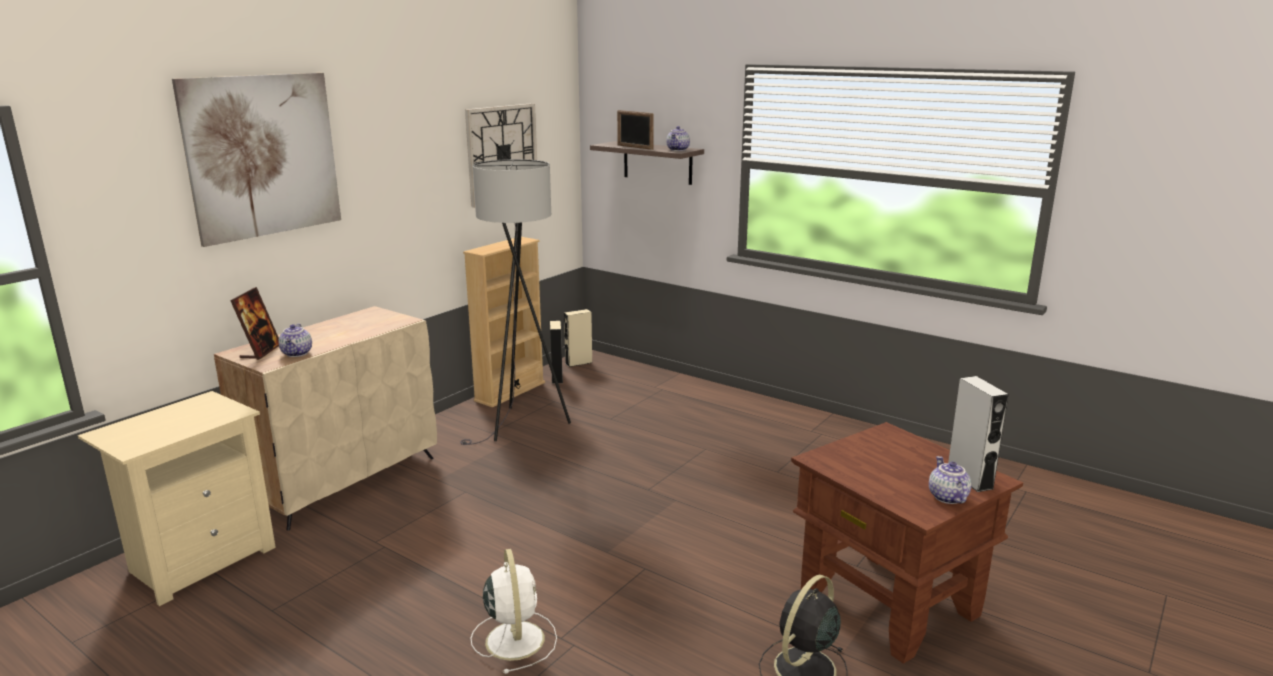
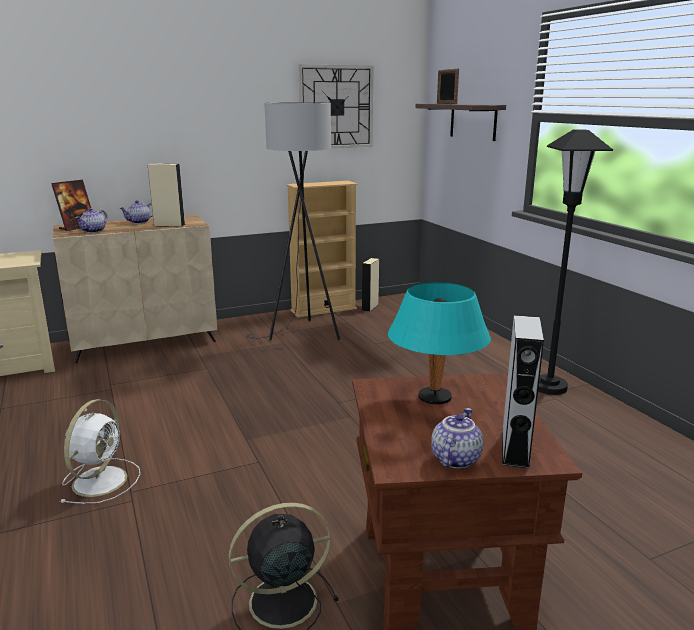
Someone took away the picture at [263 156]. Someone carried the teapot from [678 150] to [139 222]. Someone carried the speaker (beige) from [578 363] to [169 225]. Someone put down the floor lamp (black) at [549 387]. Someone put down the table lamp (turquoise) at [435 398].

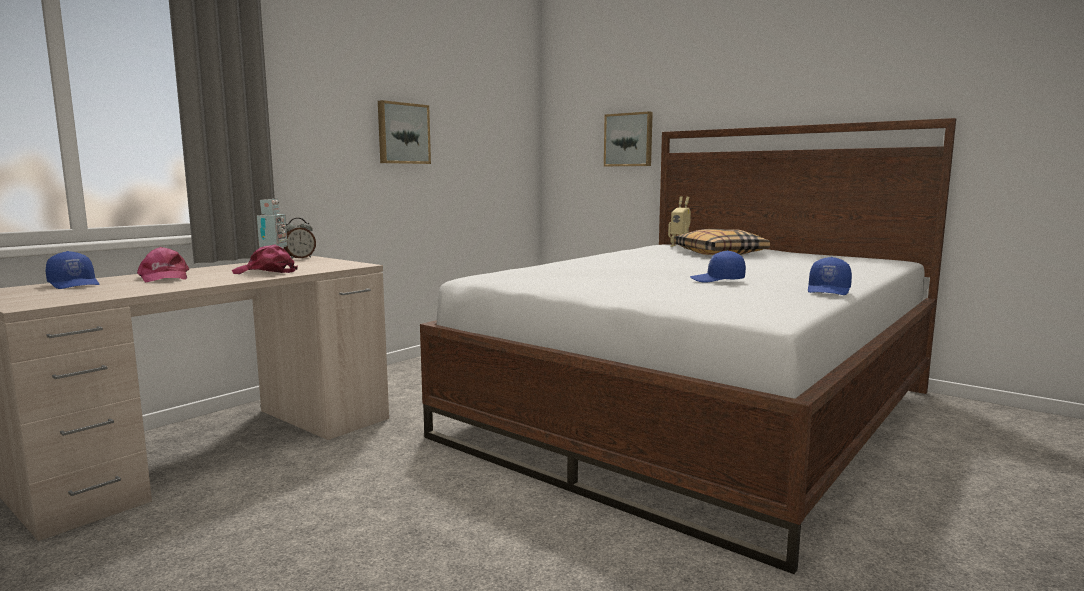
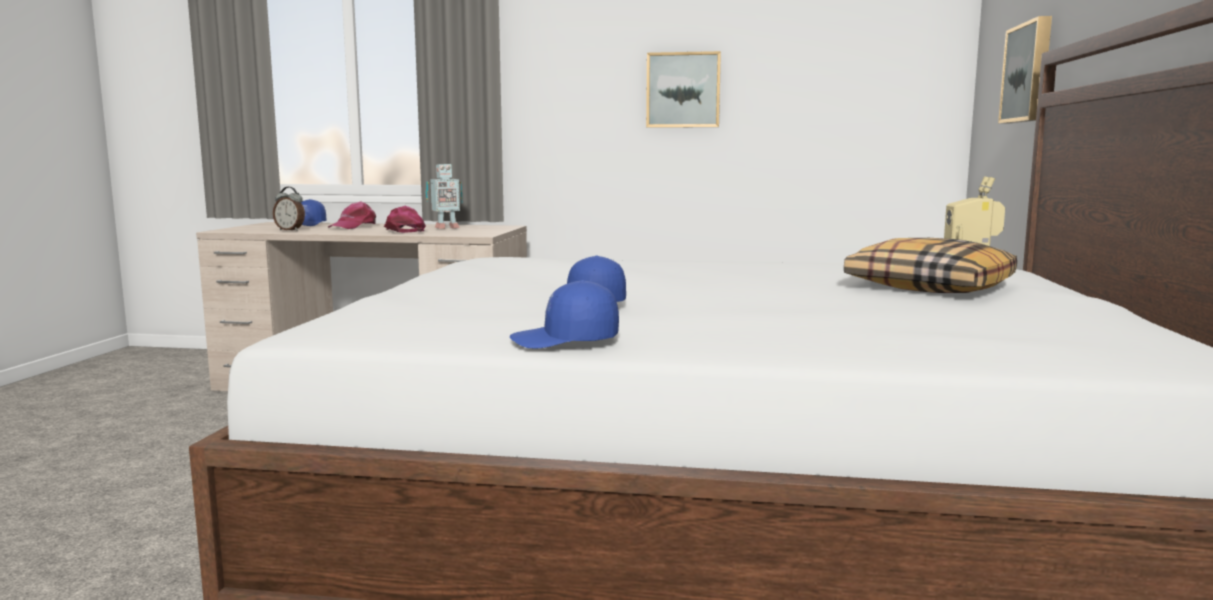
Someone carried the alarm clock from [300 258] to [290 230].

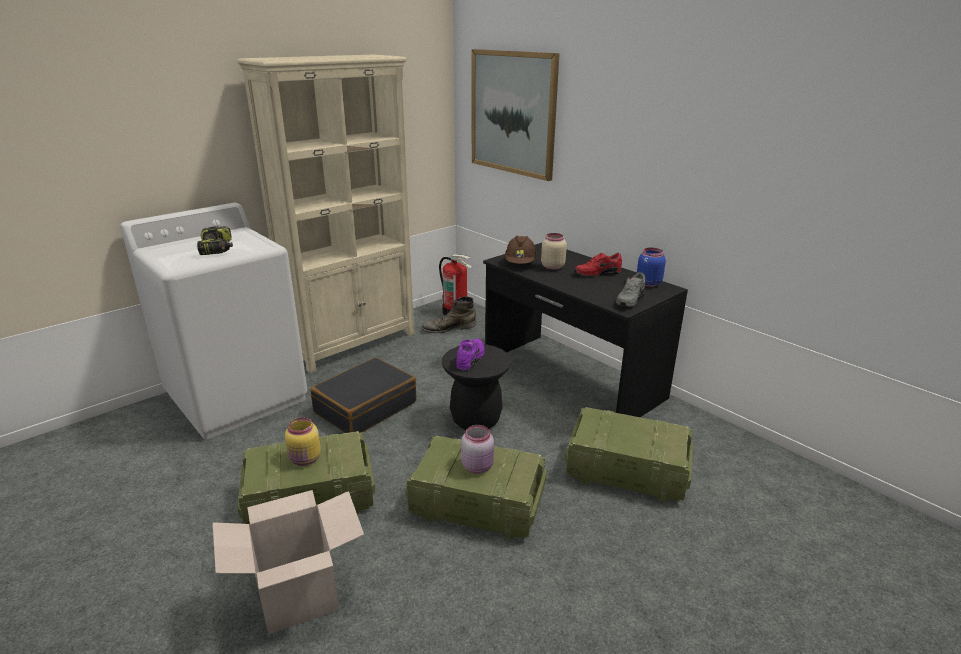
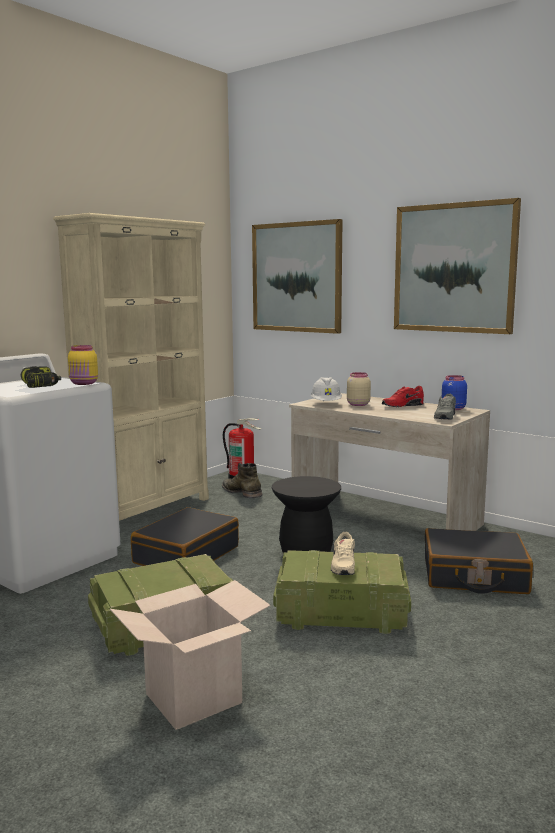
Someone repainted the hard hat (brown) at [520 263], which became the hard hat (white) at [326 404]. Someone repainted the desk (black) at [571 379], which became the desk (beige) at [384 519]. Someone rotated the boot (green) at [448 328] by 75 degrees clockwise. Someone took away the shoe (purple) at [471 359]. Someone swapped the crate at [628 471] for the suitcase (black) at [474 576]. Someone carried the jar (yellow) from [305 459] to [84 383]. Someone swapped the jar (pink) at [478 466] for the shoe (beige) at [342 566]. Someone put up the picture at [454 268].

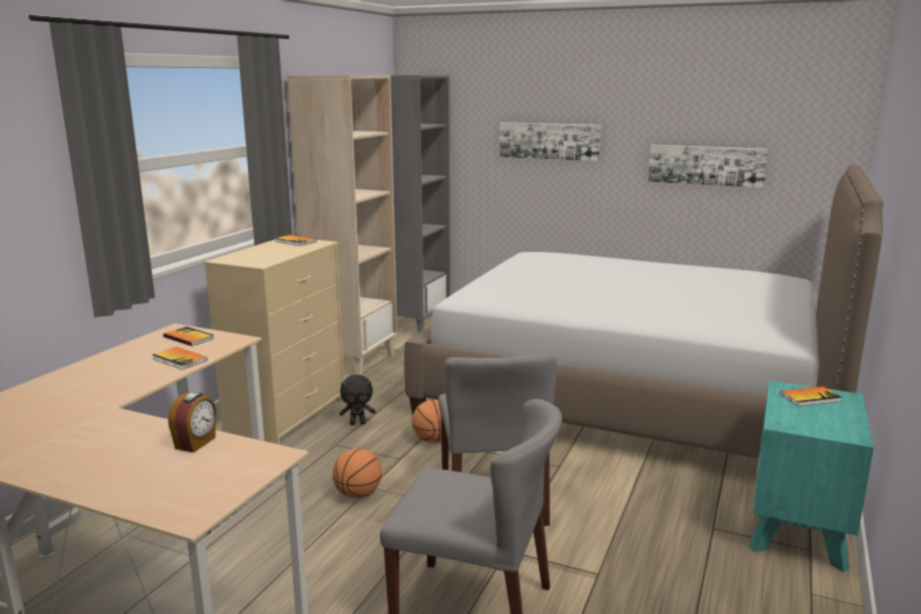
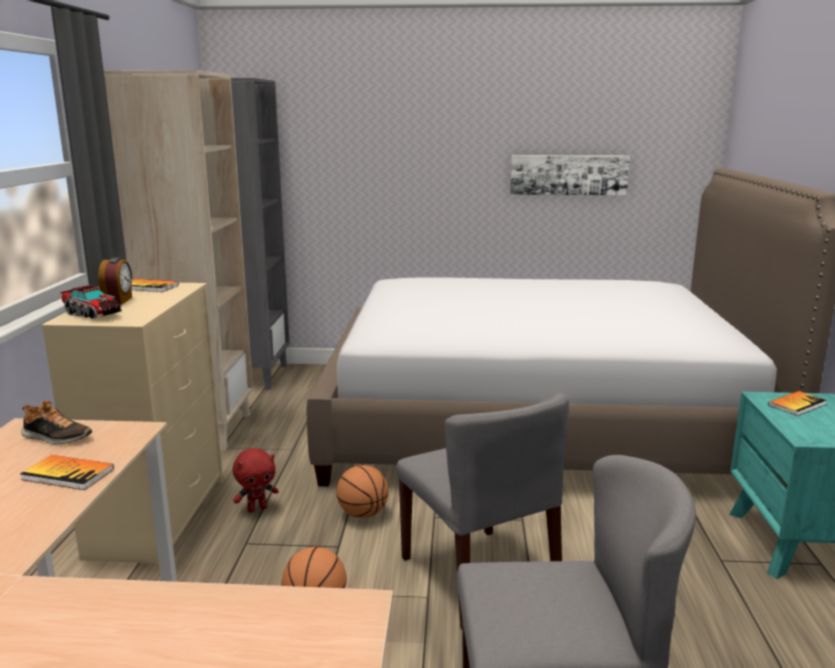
Someone took away the picture at [549 141]. Someone swapped the book at [188 338] for the shoe at [56 438]. Someone repainted the plush toy (black) at [358 423], which became the plush toy (red) at [257 508]. Someone carried the alarm clock from [196 443] to [118 301]. Someone put down the toy truck at [92 314].

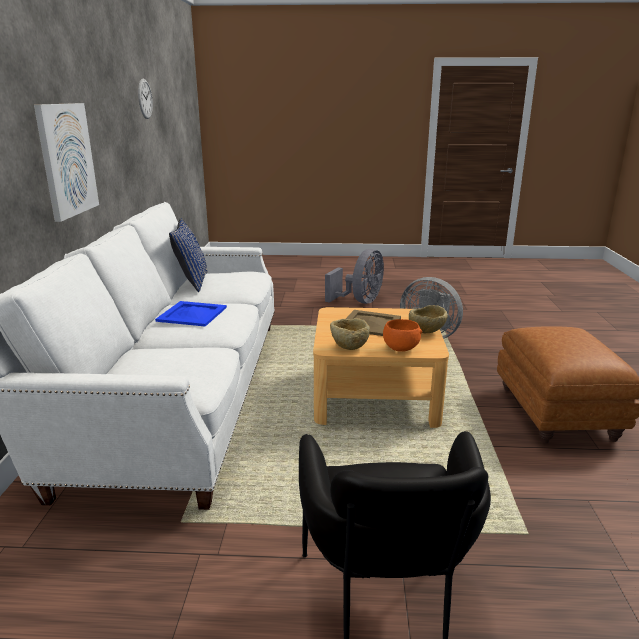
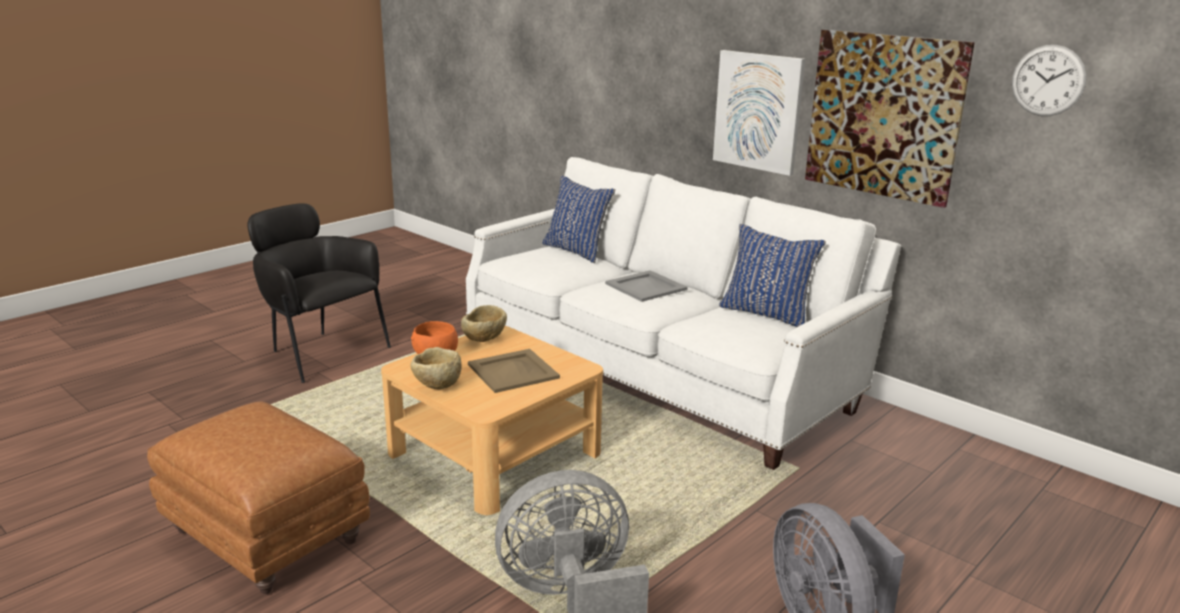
Someone repainted the tray (blue) at [192 314], which became the tray (grey) at [646 286]. Someone put up the picture at [884 116]. Someone put down the pillow (blue) at [577 251].

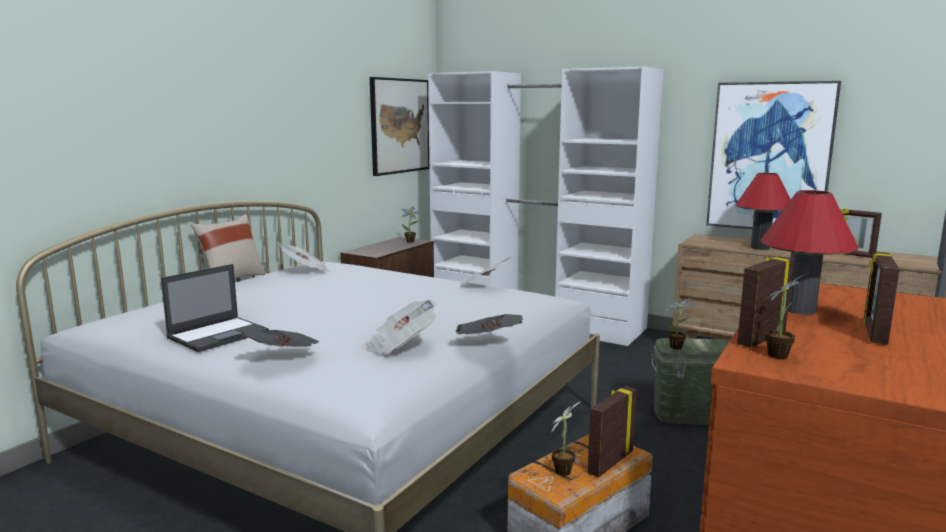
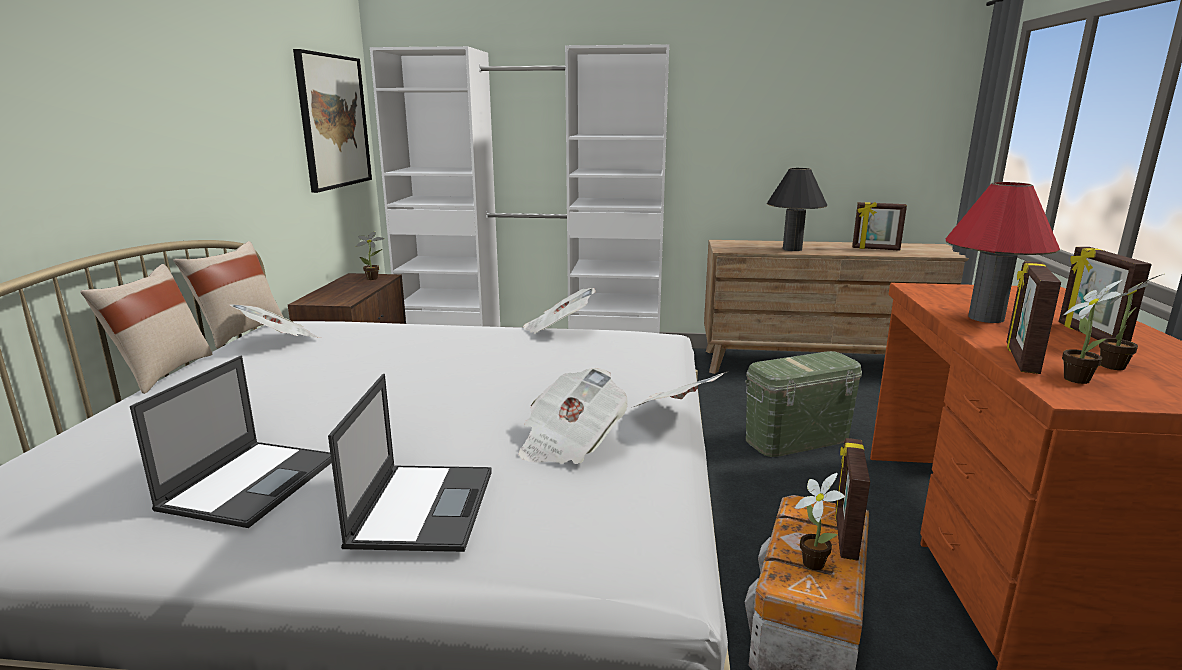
Someone took away the picture at [770 157]. Someone repainted the table lamp (red) at [760 248], which became the table lamp (black) at [792 249]. Someone carried the potted plant from [678 347] to [1115 366]. Someone swapped the newspaper at [285 359] for the laptop at [423 506]. Someone put down the pillow (beige) at [239 332].

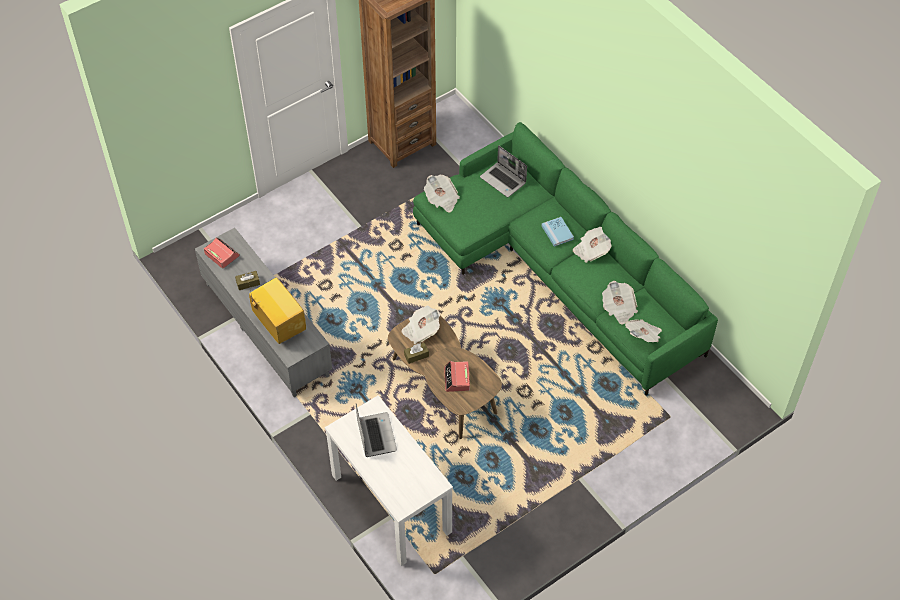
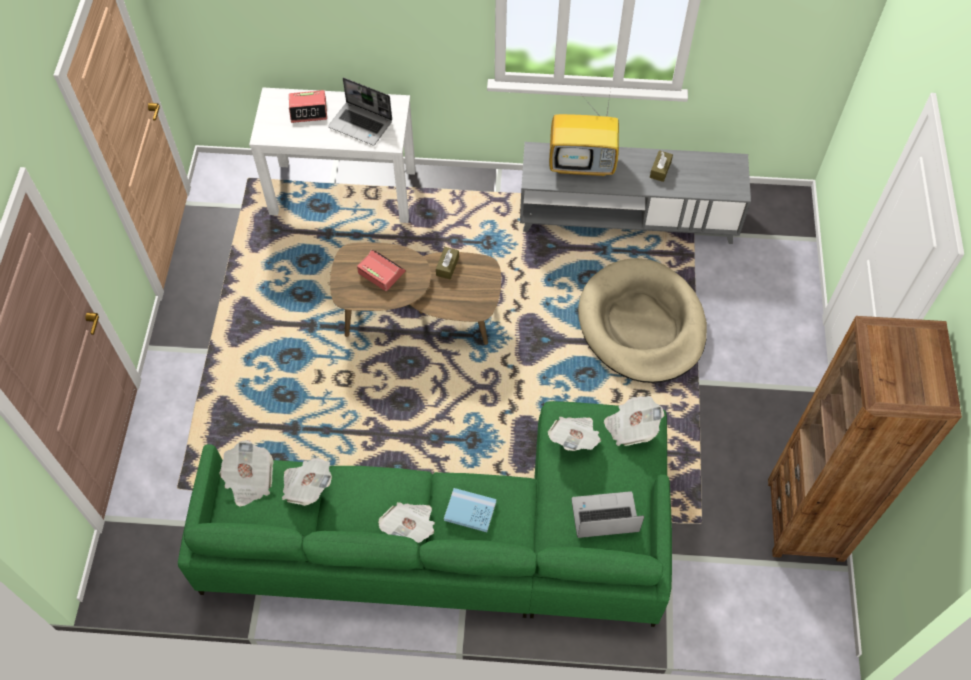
Someone carried the alarm clock from [221 255] to [309 110]. Someone carried the newspaper from [421 330] to [574 438]. Someone put down the dog bed (beige) at [641 324].

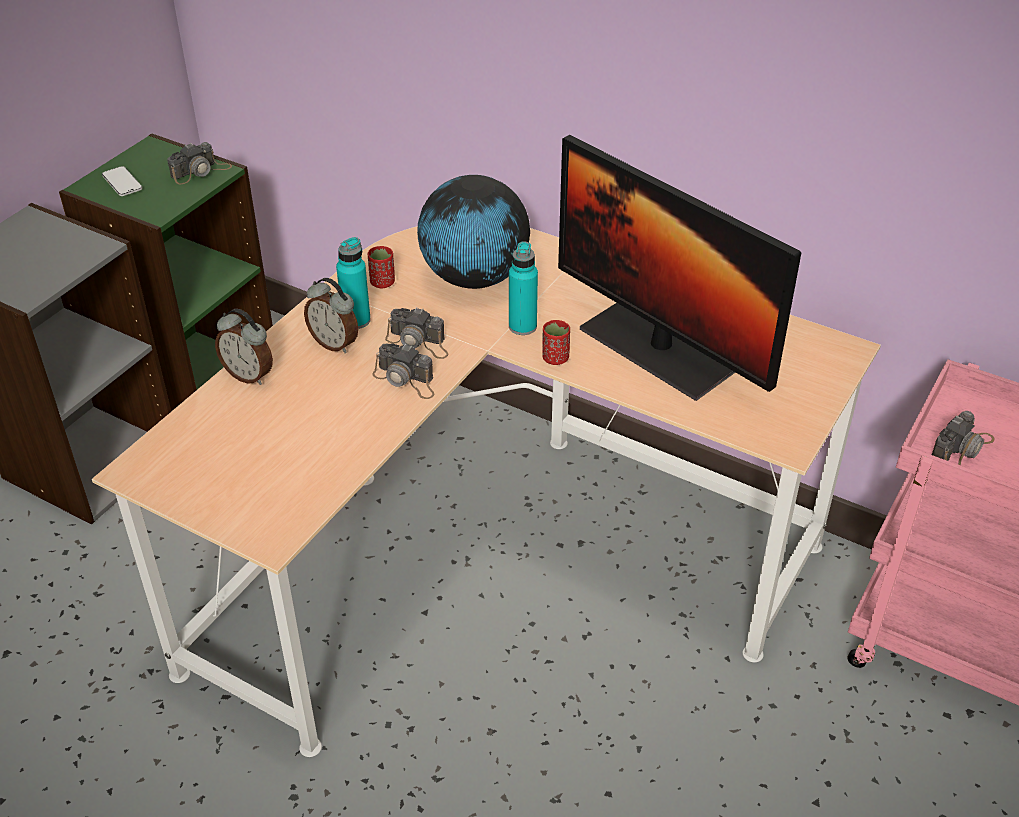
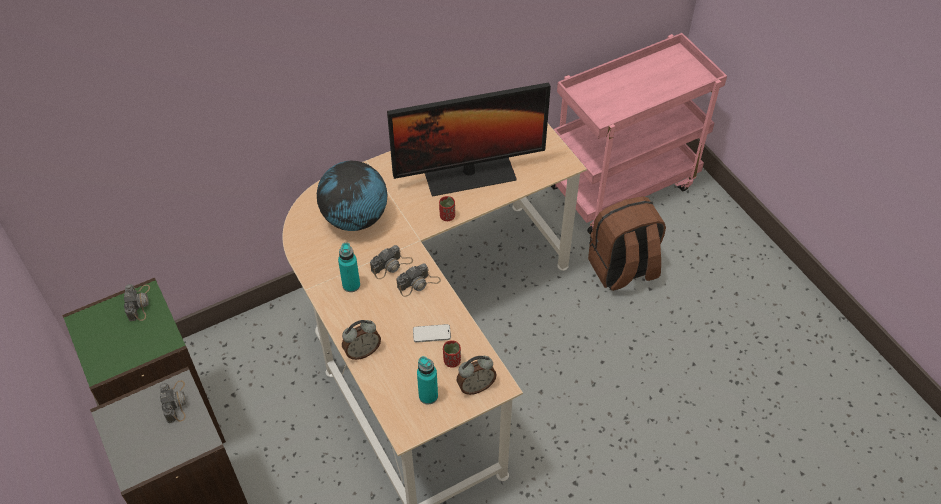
Someone carried the phone from [122 183] to [431 334]. Someone carried the bottle (turquoise) from [522 326] to [428 396]. Someone carried the cup (red) from [382 282] to [452 361]. Someone carried the alarm clock from [335 343] to [475 386]. Someone carried the photo camera from [962 448] to [175 402]. Someone put down the backpack (brown) at [622 270].

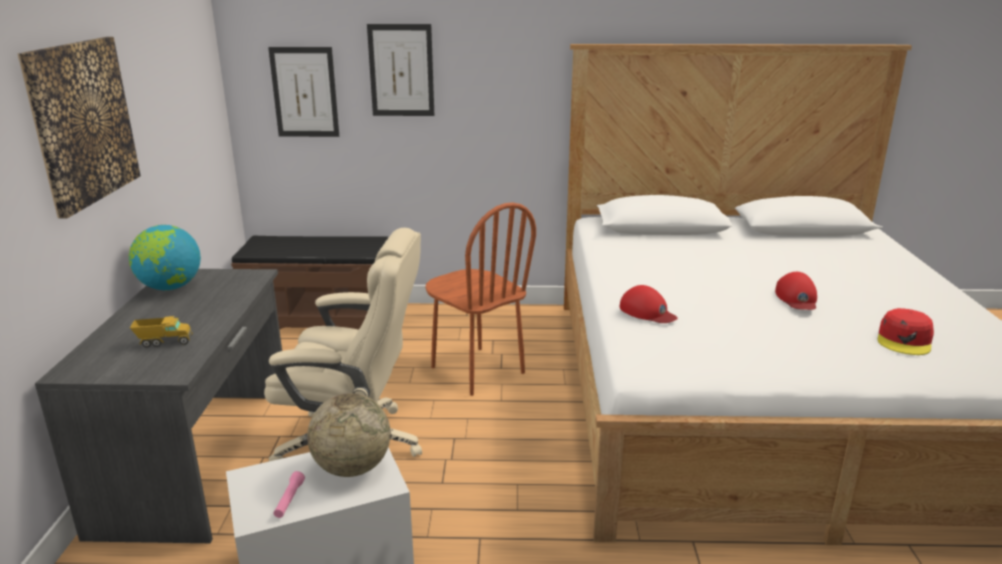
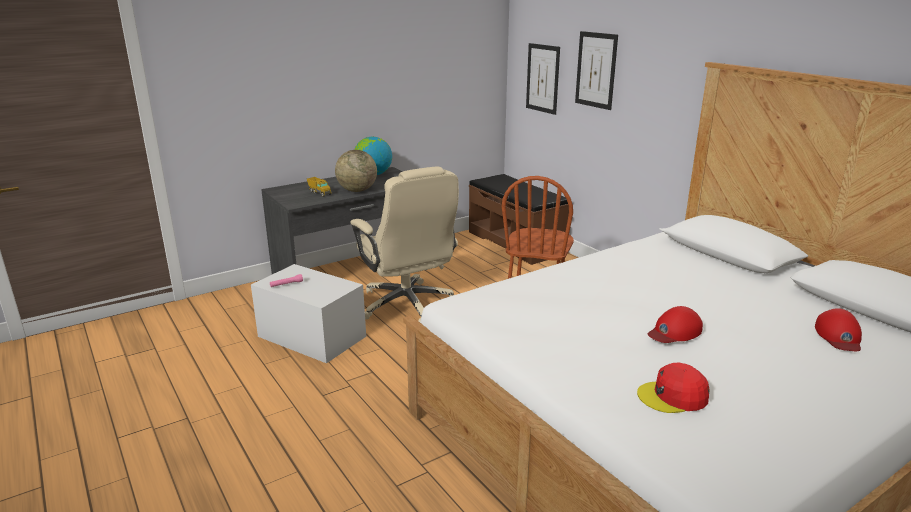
Someone took away the picture at [82 122]. Someone carried the cap (red) from [647 312] to [838 336]. Someone carried the globe from [352 468] to [357 190].

